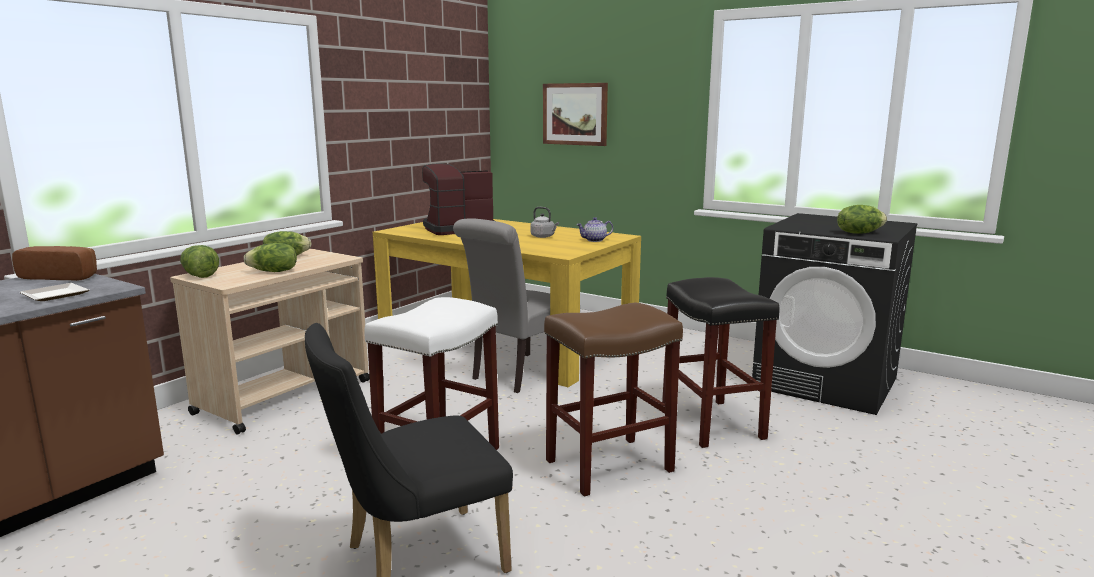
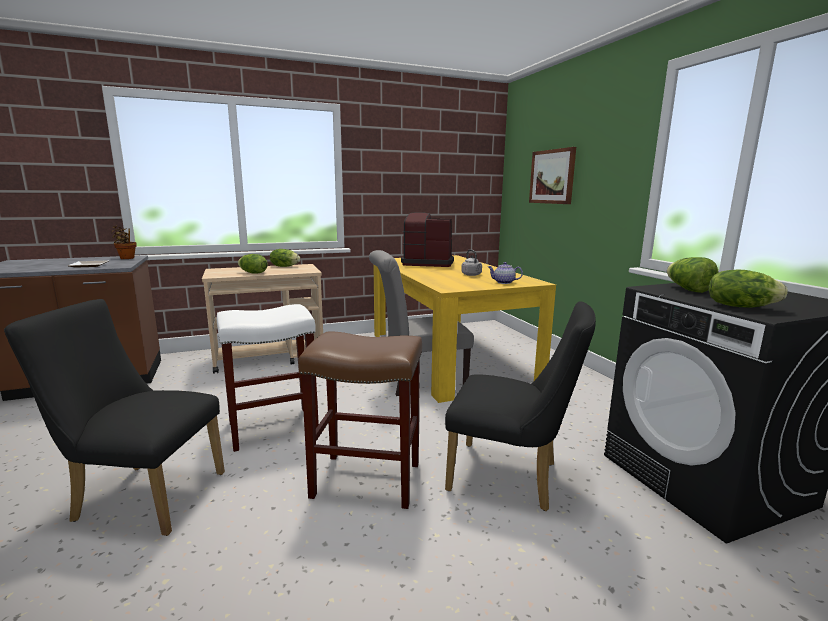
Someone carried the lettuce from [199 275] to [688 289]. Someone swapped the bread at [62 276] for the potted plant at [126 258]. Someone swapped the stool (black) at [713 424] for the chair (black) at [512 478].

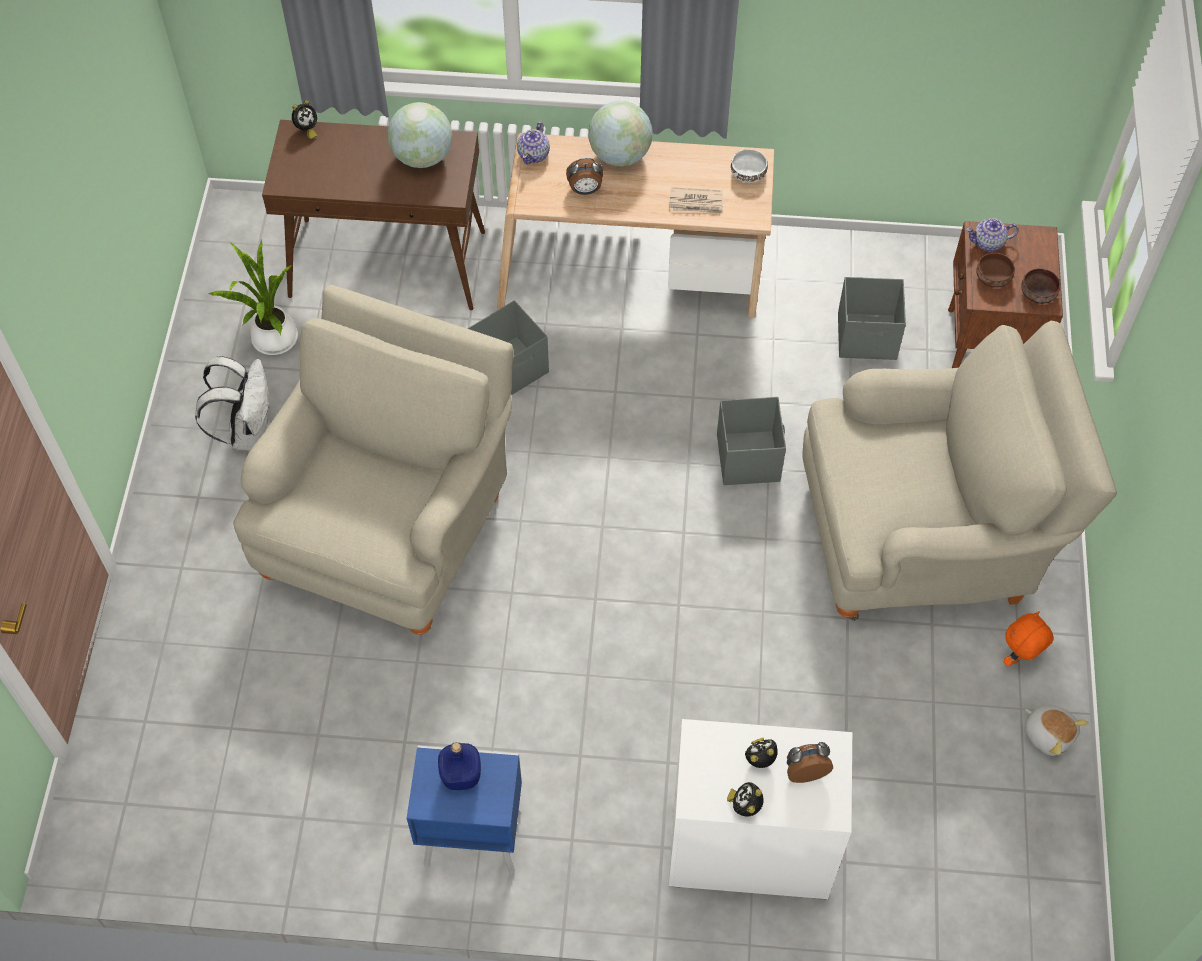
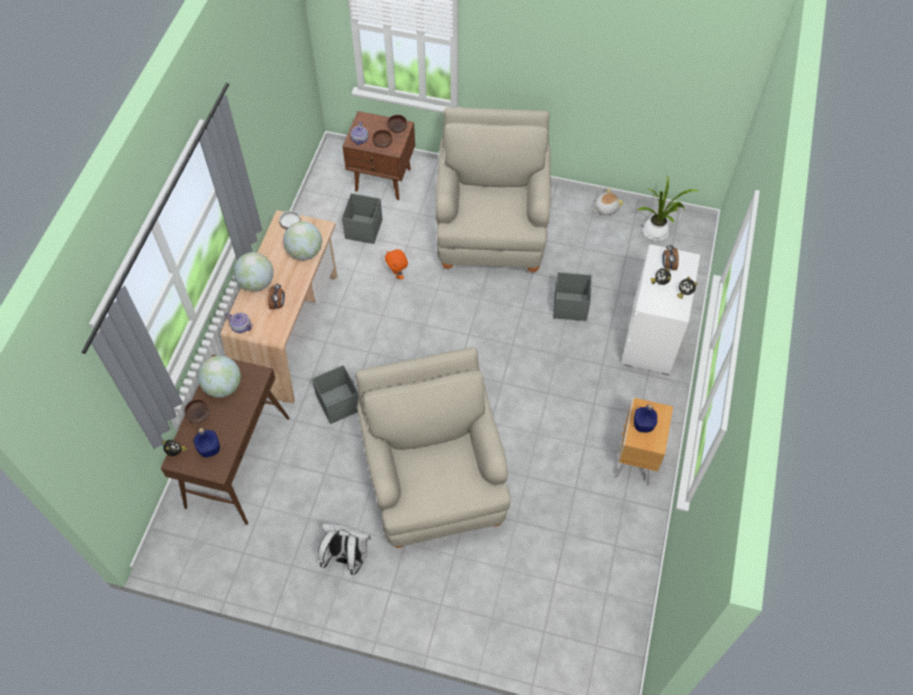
Someone swapped the newspaper at [696 203] for the globe at [305 252]. Someone carried the potted plant from [272 341] to [657 233]. Someone rotated the armchair (beige) at [391 525] by 45 degrees clockwise. Someone carried the storage box (grey) from [748 457] to [569 306]. Someone carried the plush toy (orange) from [1019 658] to [397 275]. Someone repainted the nightstand (blue) at [470 837], which became the nightstand (brown) at [634 461]. Someone put down the bowl (brown) at [198 414]. Someone put down the bottle (blue) at [210 449].

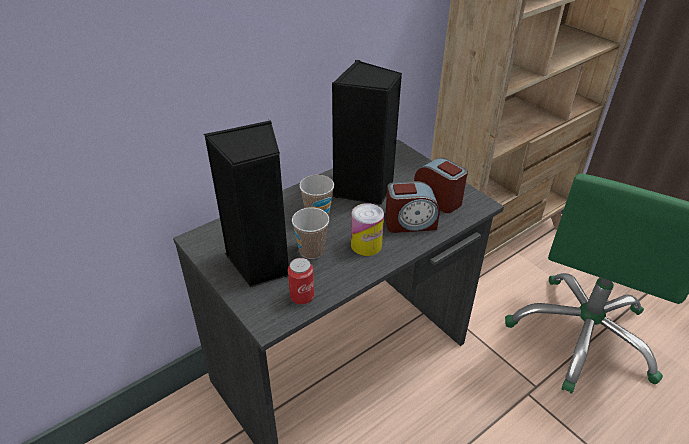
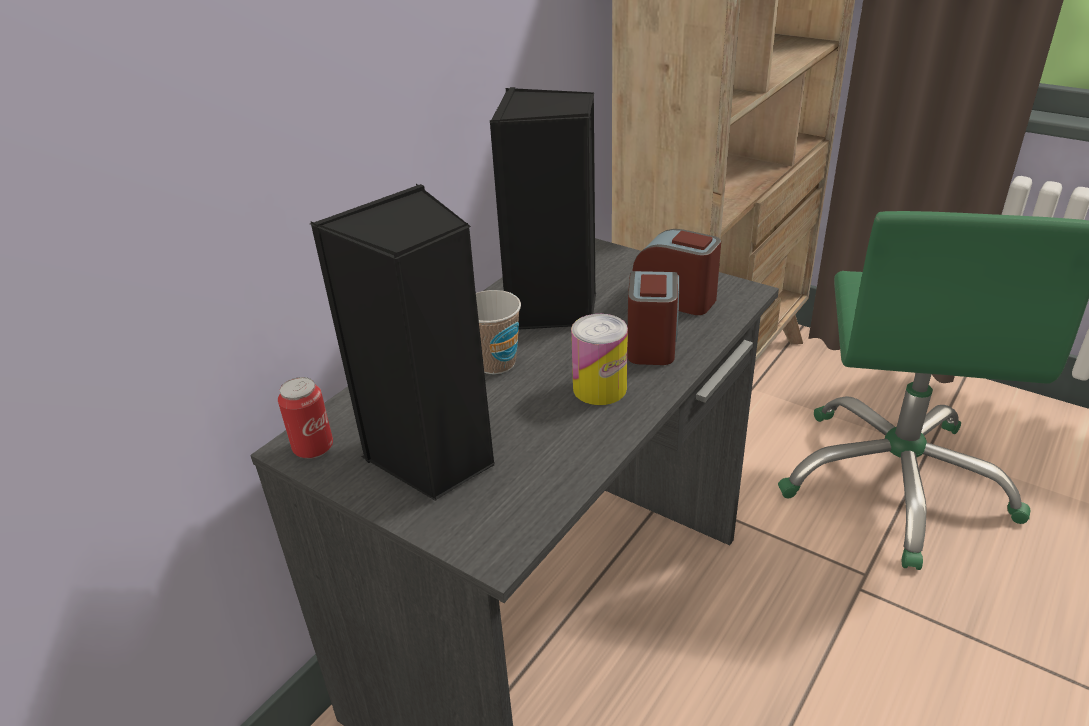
Someone rotated the alarm clock at [410 223] by 60 degrees counterclockwise. Someone took away the cup at [311 251]. Someone carried the can from [302 297] to [313 447].

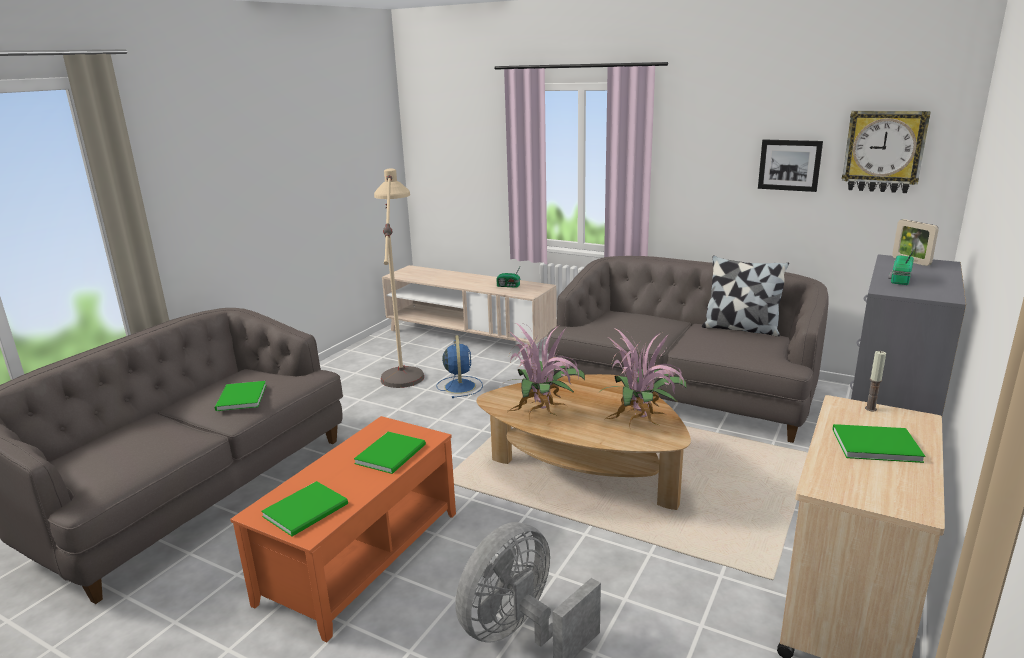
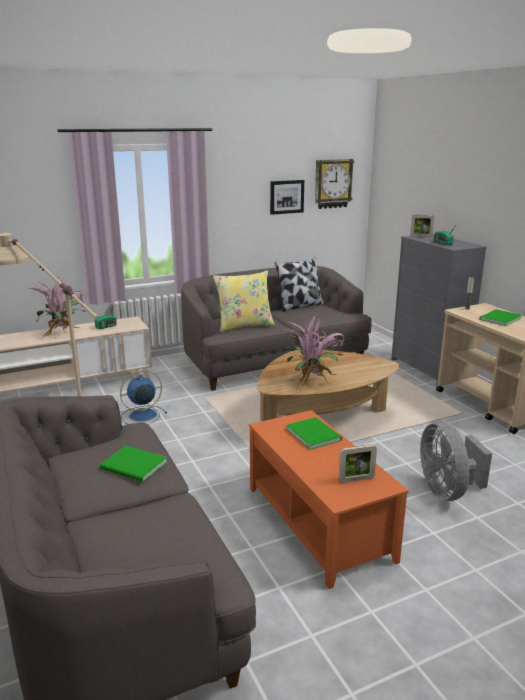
Someone carried the potted plant from [641 422] to [63 333]. Someone rotated the fan (blue) at [460 386] by 60 degrees counterclockwise. Someone swapped the book (green) at [308 510] for the picture frame at [356 479]. Someone put down the pillow (yellow) at [244 325].

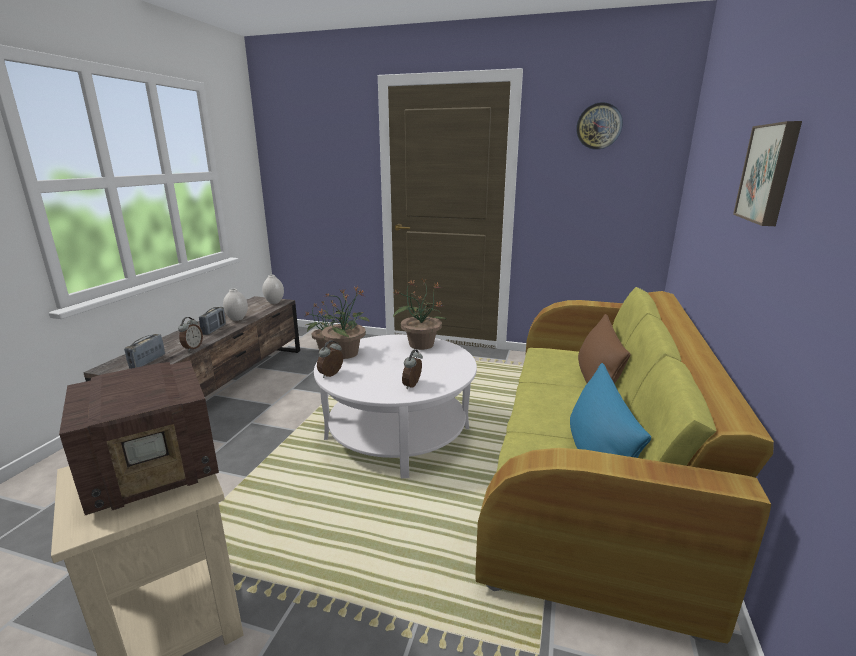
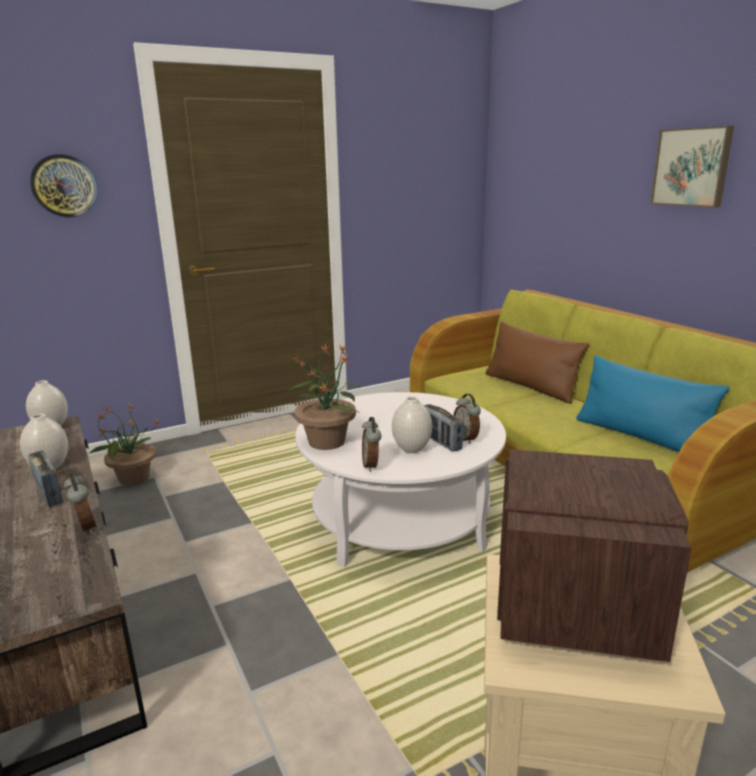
Someone carried the wall clock from [599 126] to [64 186]. Someone took away the potted plant at [420 344]. Someone carried the radio from [147 361] to [441 442]. Someone put down the vase (white) at [411 449].

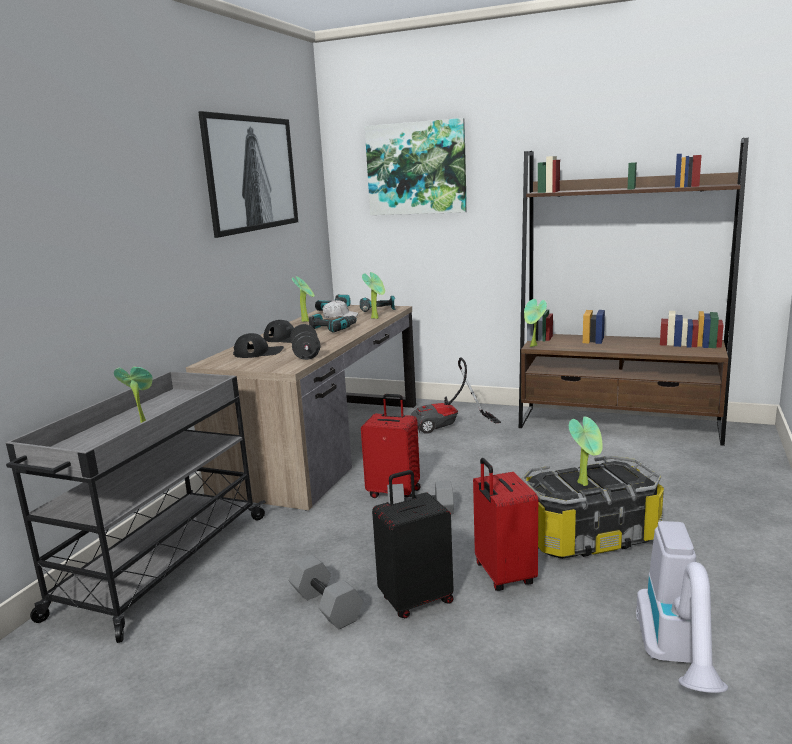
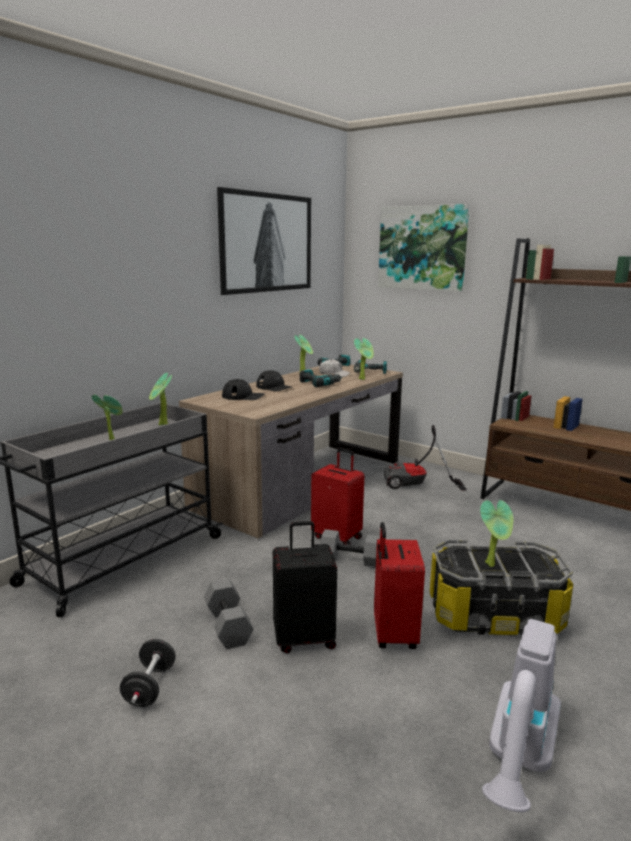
Someone carried the potted plant from [534 346] to [162 425]. Someone carried the dumbbell (black) from [306 354] to [150 687].

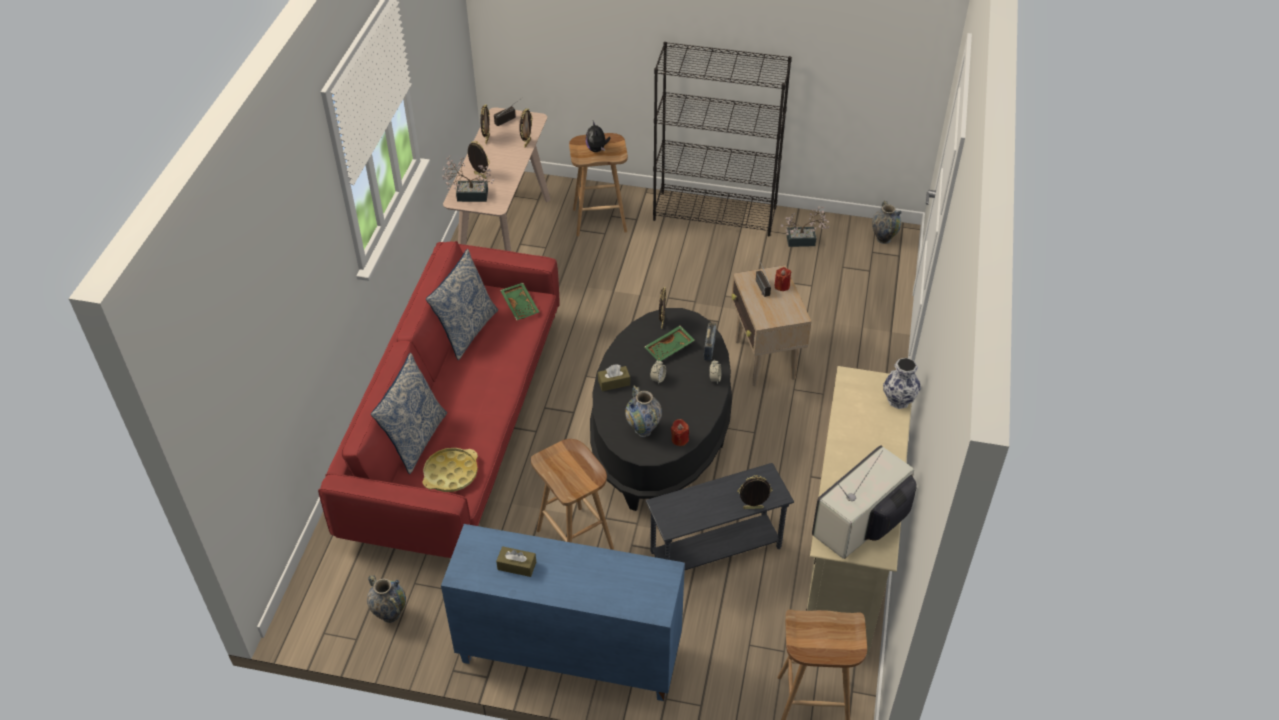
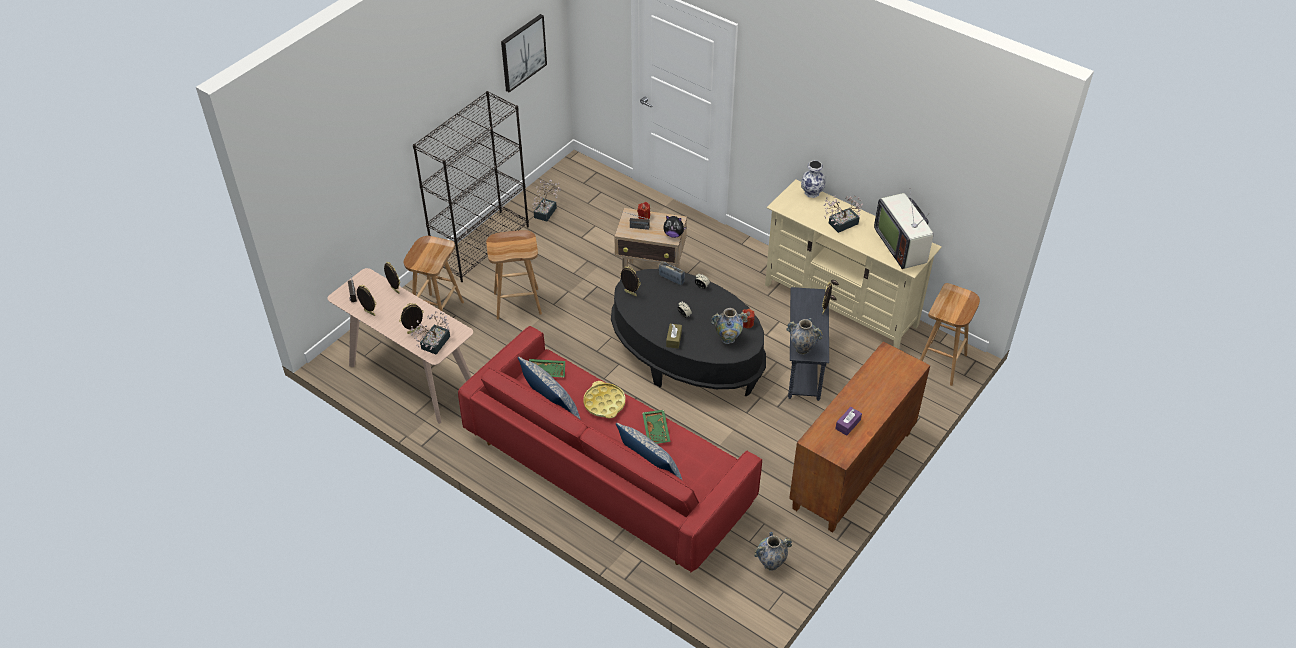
Someone carried the plush toy from [597 149] to [673 234]. Someone carried the vase from [883 239] to [802 349]. Someone carried the tray (green) from [670 348] to [657 430]. Someone carried the stool (brown) from [576 540] to [518 303]. Someone carried the tray (yellow) from [451 473] to [604 403]. Someone repainted the cabinet (blue) at [568 655], which became the cabinet (brown) at [852 471]. Someone repainted the tissue box (brown) at [517 566], which became the tissue box (purple) at [848 424]. Someone put up the picture at [523 52]. Someone put down the potted plant at [840 224].

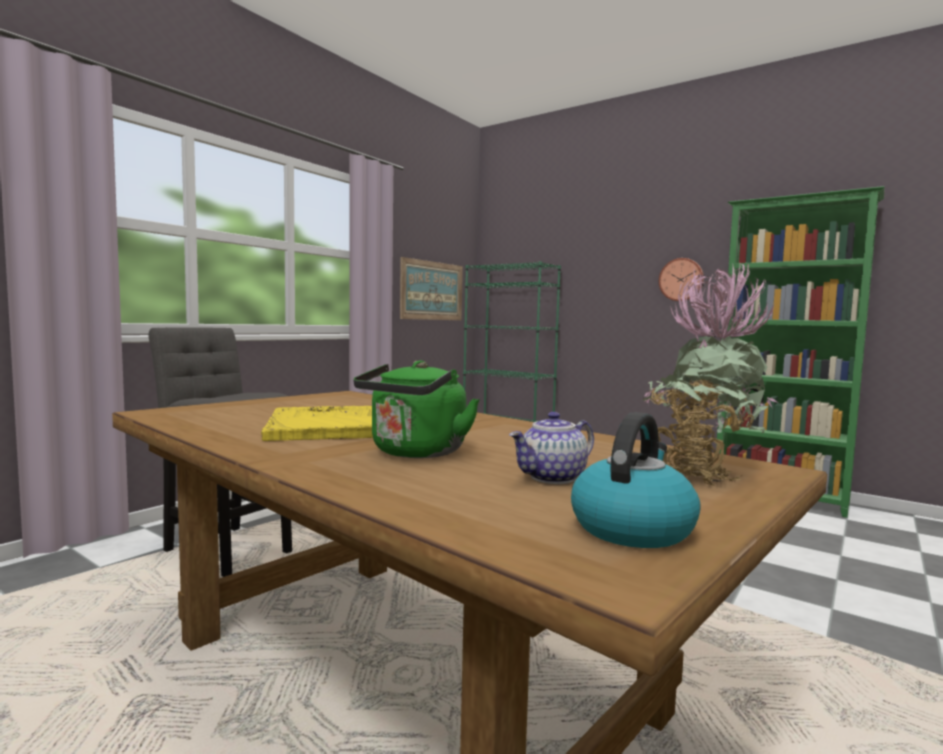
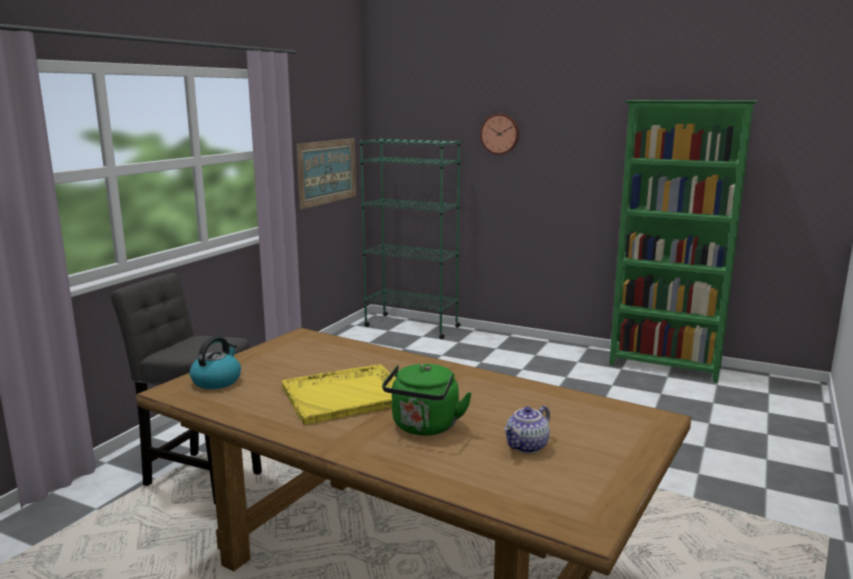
Someone carried the wall clock from [681 280] to [500 134]. Someone took away the potted plant at [700 474]. Someone carried the kettle from [632 528] to [217 381].

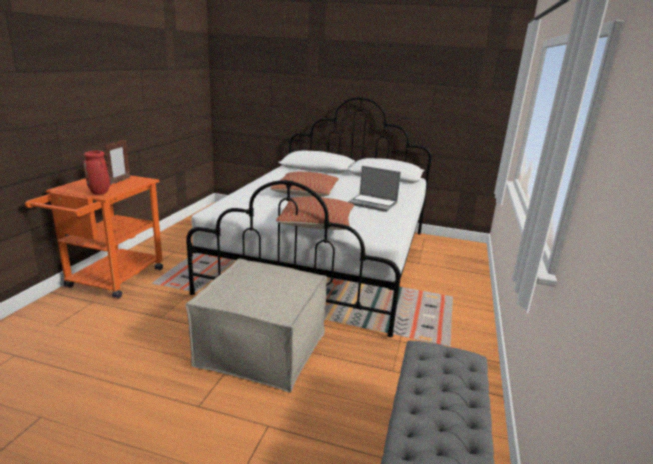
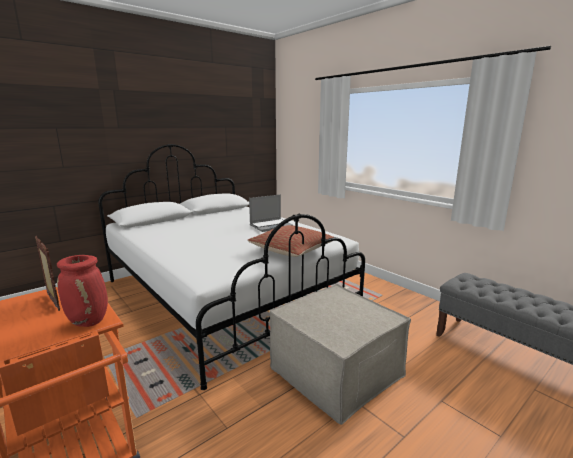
Someone took away the pillow at [305 193].

